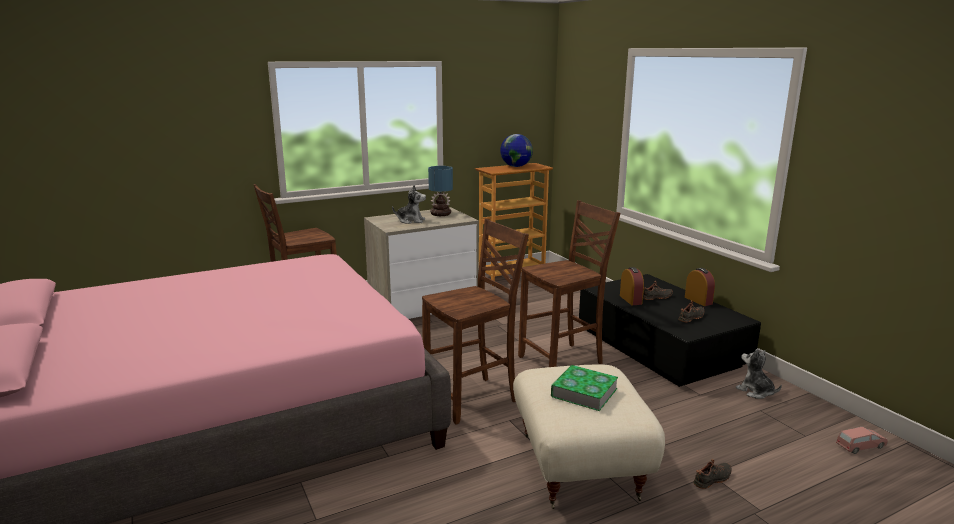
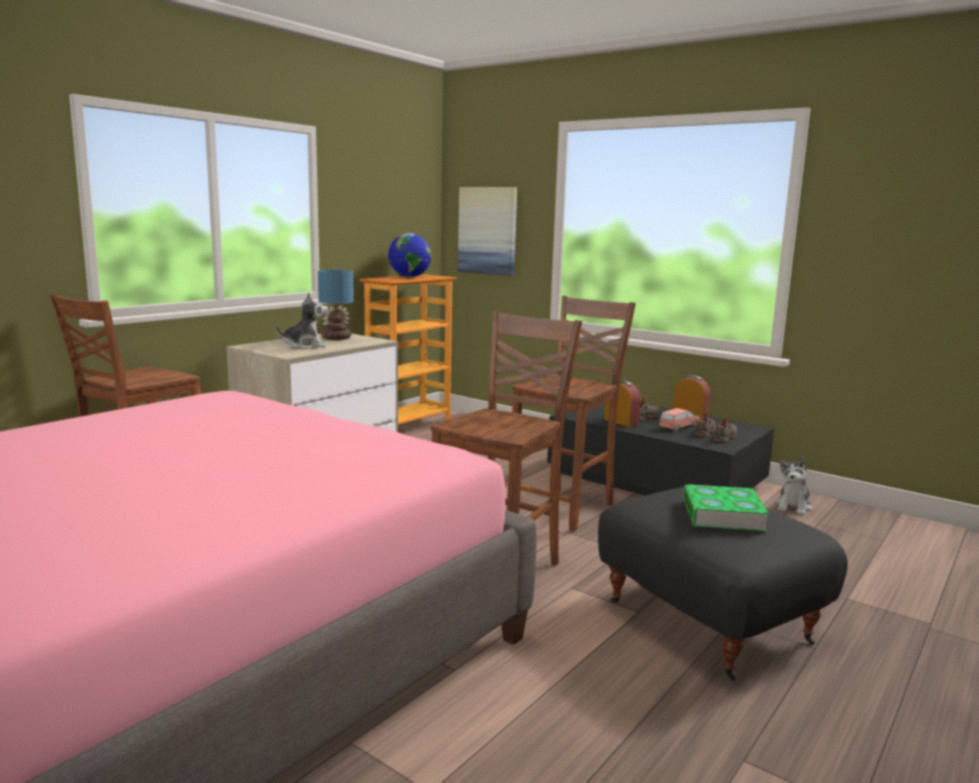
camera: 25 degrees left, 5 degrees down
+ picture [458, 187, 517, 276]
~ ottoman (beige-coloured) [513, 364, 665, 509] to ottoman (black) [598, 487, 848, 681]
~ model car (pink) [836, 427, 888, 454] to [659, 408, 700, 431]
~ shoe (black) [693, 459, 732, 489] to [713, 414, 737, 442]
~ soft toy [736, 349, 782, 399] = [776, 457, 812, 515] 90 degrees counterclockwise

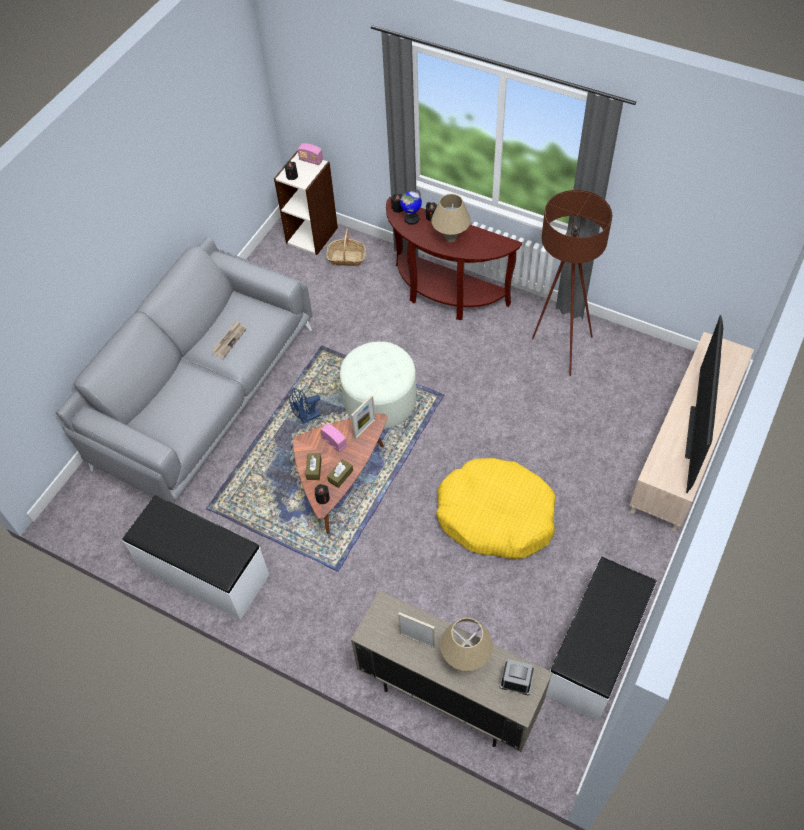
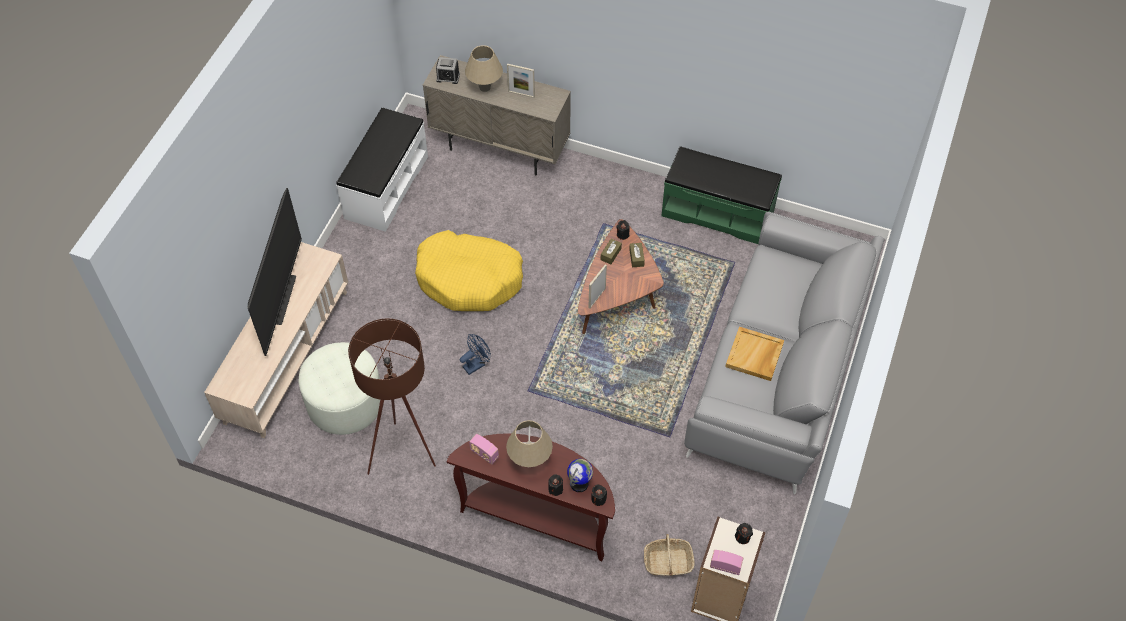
camera: 170 degrees right, 0 degrees up
~ ottoman (white-coloured) [340, 342, 416, 429] to [298, 342, 380, 435]
~ electric fan (bluish) [289, 388, 320, 424] to [460, 334, 491, 375]
~ radio [320, 423, 347, 452] to [469, 434, 499, 465]
~ indoor bench (white-coloured) [123, 495, 269, 620] to indoor bench (greenish) [662, 146, 782, 244]
~ printed paper [212, 321, 247, 359] to tray (beige-coloured) [725, 327, 784, 381]

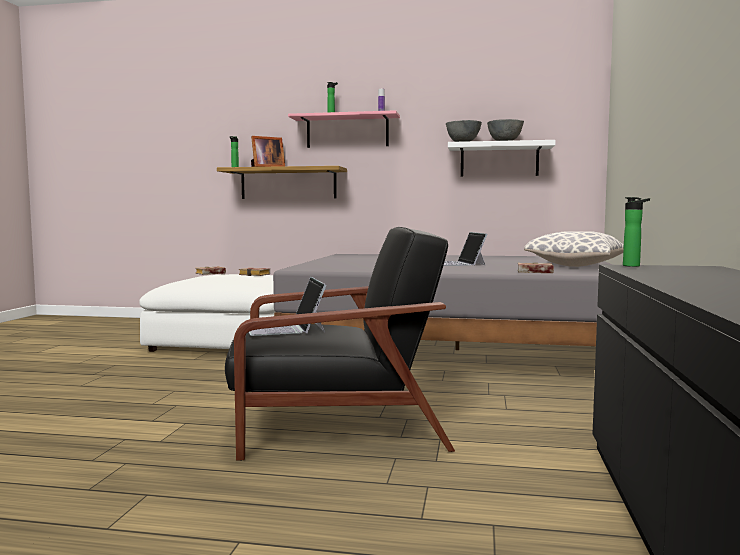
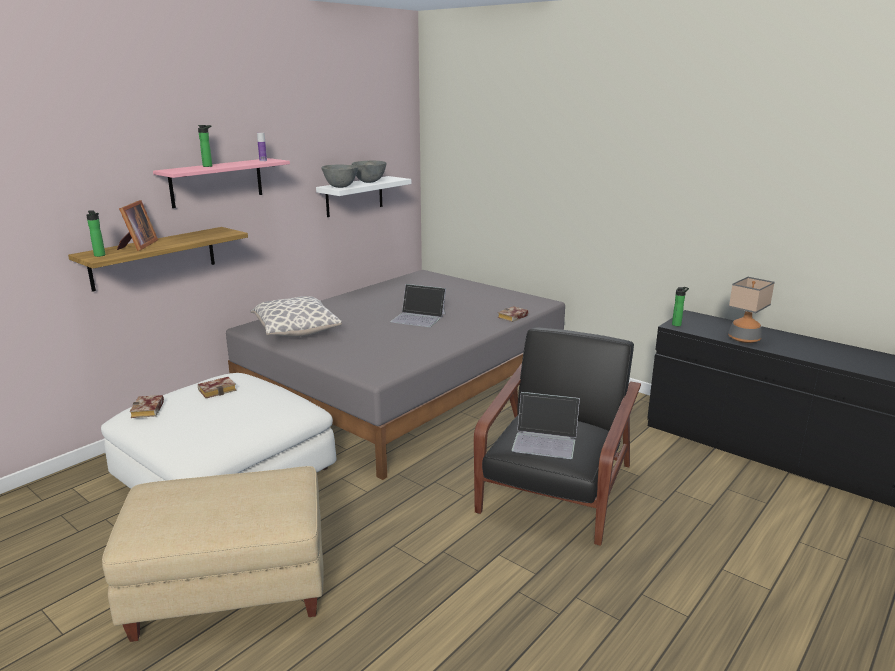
camera: 60 degrees left, 15 degrees up
+ ottoman (beige-coloured) [102, 466, 324, 642]
~ cushion [524, 231, 624, 267] to [251, 296, 342, 337]
+ table lamp [728, 277, 775, 343]

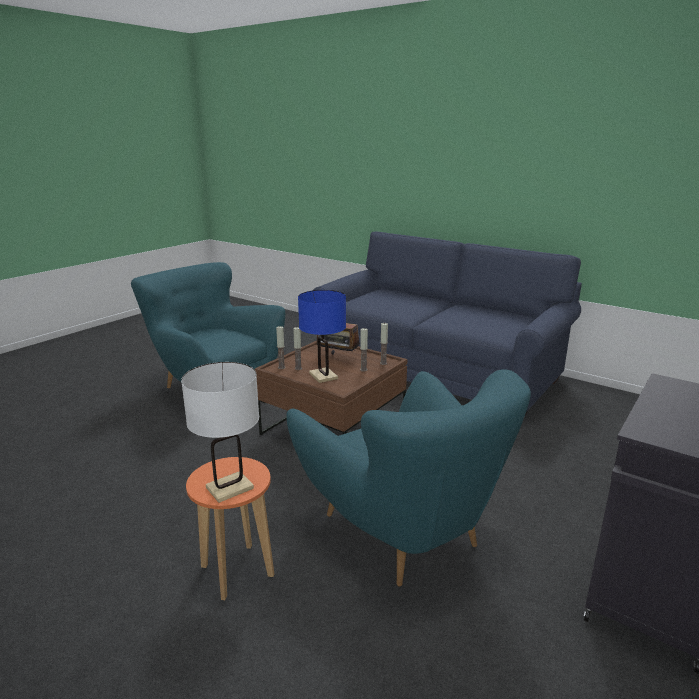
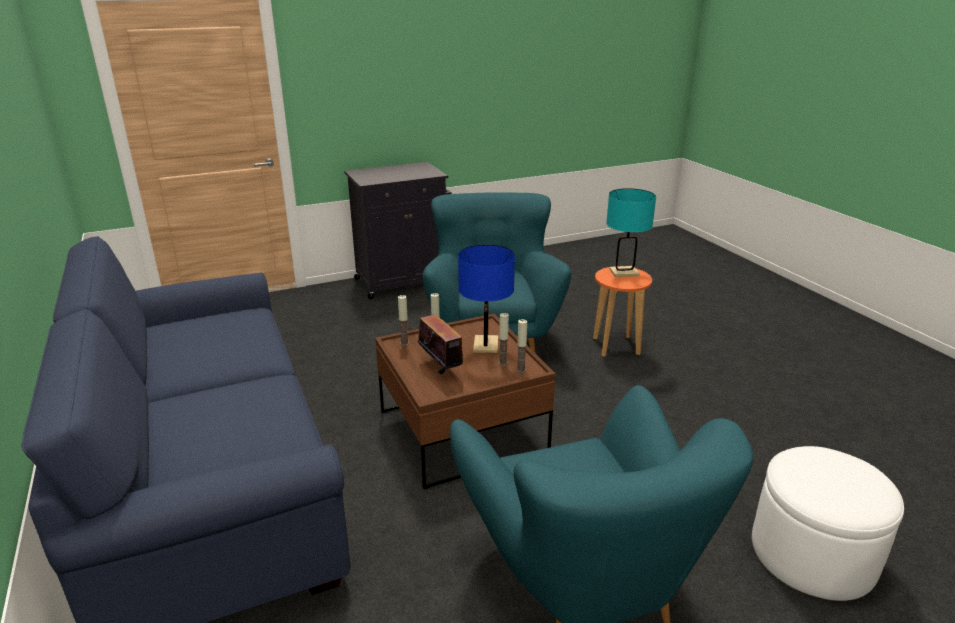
camera: 150 degrees left, 5 degrees up
~ table lamp (white-coloured) [181, 362, 259, 503] to table lamp (turquoise-coloured) [606, 188, 656, 277]
+ ottoman (white-coloured) [752, 446, 904, 601]

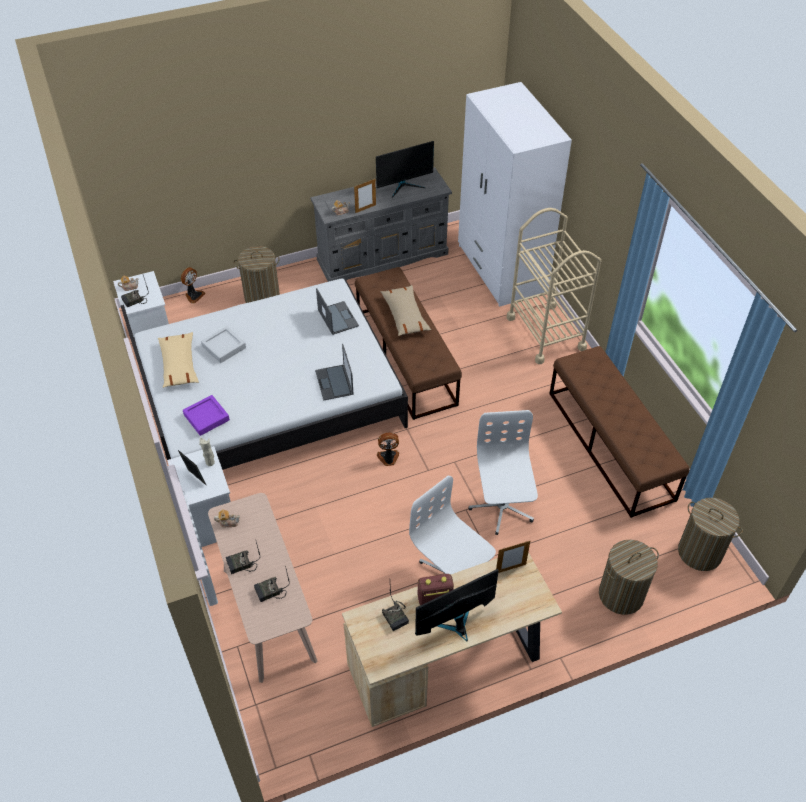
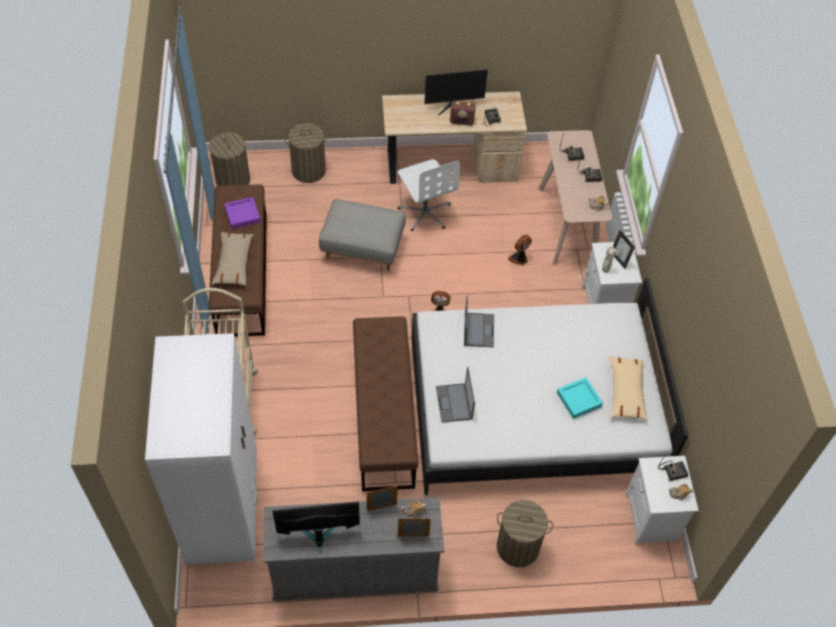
camera: 165 degrees left, 5 degrees up
~ cushion (beige-coloured) [381, 285, 431, 336] to [212, 232, 254, 286]
~ tray (purplish) [183, 395, 230, 436] to [224, 197, 261, 229]
~ office chair (white-coloured) [468, 410, 538, 535] to ottoman (gray) [319, 199, 406, 271]
~ picture frame [496, 541, 530, 573] to [398, 518, 431, 537]
~ electric fan [181, 267, 205, 304] to [508, 235, 532, 266]
~ tray (gray) [201, 326, 246, 363] to tray (turquoise-coloured) [557, 377, 603, 419]

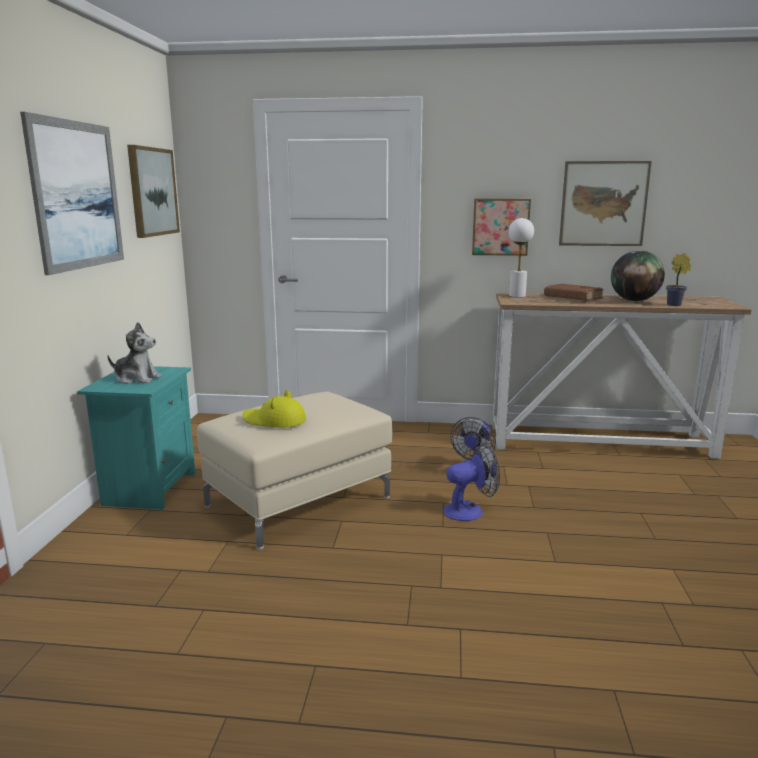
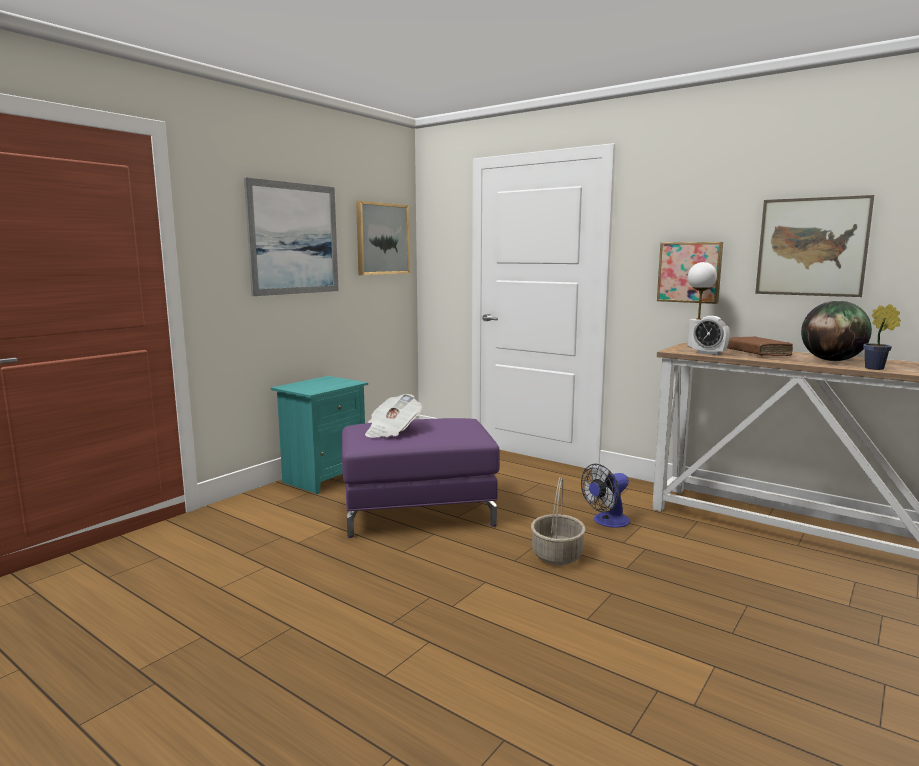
camera: 30 degrees right, 5 degrees down
~ ottoman (beige-coloured) [197, 392, 392, 550] to ottoman (purplish) [342, 418, 500, 538]
~ hat (yellowish) [242, 390, 306, 428] to printed paper [365, 394, 422, 438]
~ electric fan [443, 444, 500, 521] to basket [531, 477, 586, 565]
+ bedside clock [692, 316, 730, 355]
- soft toy [107, 322, 162, 384]

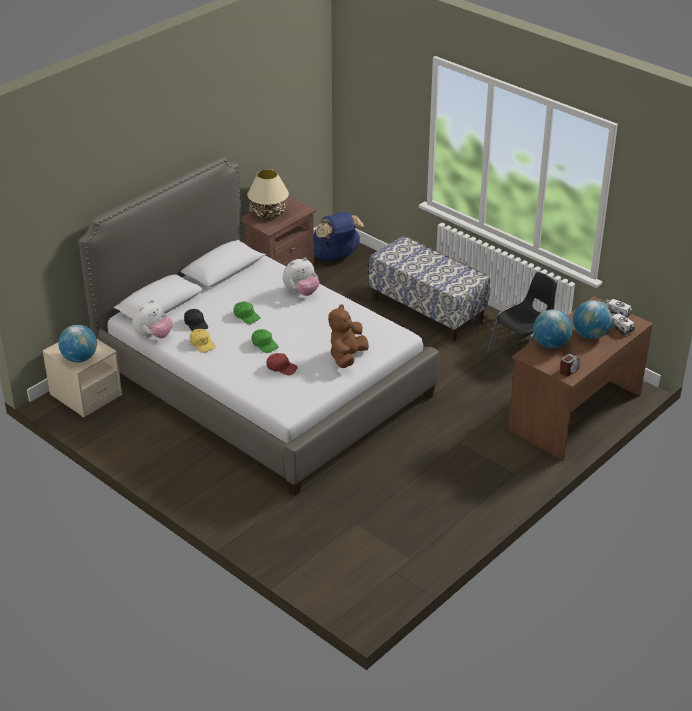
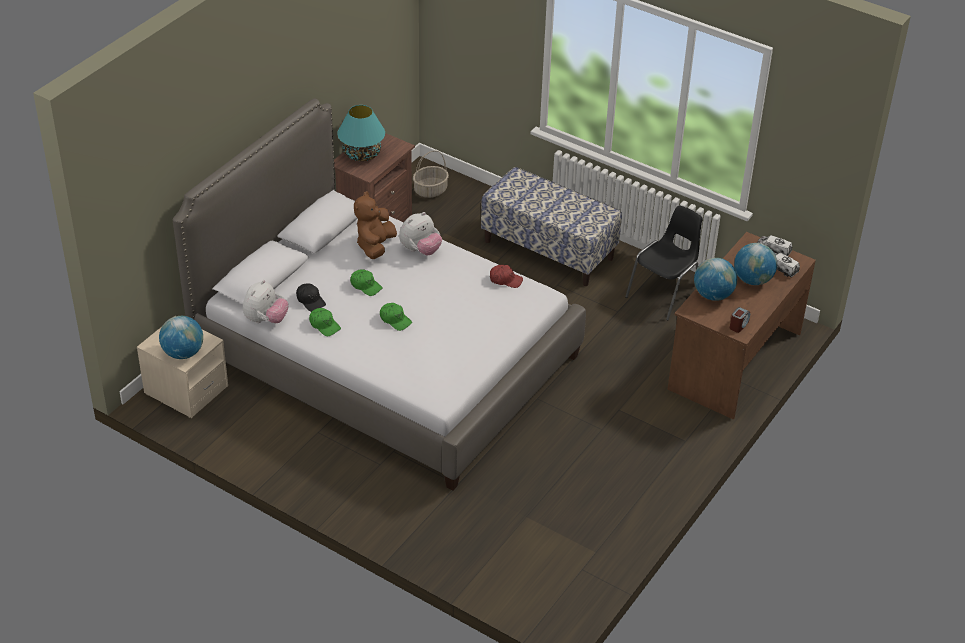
camera: 10 degrees left, 5 degrees up
~ baseball cap (yellowish) [190, 329, 216, 353] to baseball cap (greenish) [309, 308, 341, 336]
~ table lamp (beige-coloured) [247, 169, 289, 218] to table lamp (turquoise-coloured) [337, 105, 385, 161]
~ soft toy (brown-coloured) [328, 304, 369, 368] to [354, 191, 397, 259]
~ rucksack (bluish) [313, 212, 364, 261] to basket [413, 150, 449, 198]
~ baseball cap (reddish) [267, 353, 298, 375] to [490, 265, 523, 288]

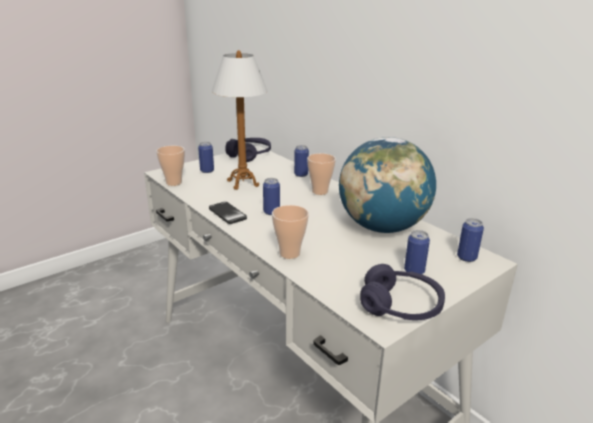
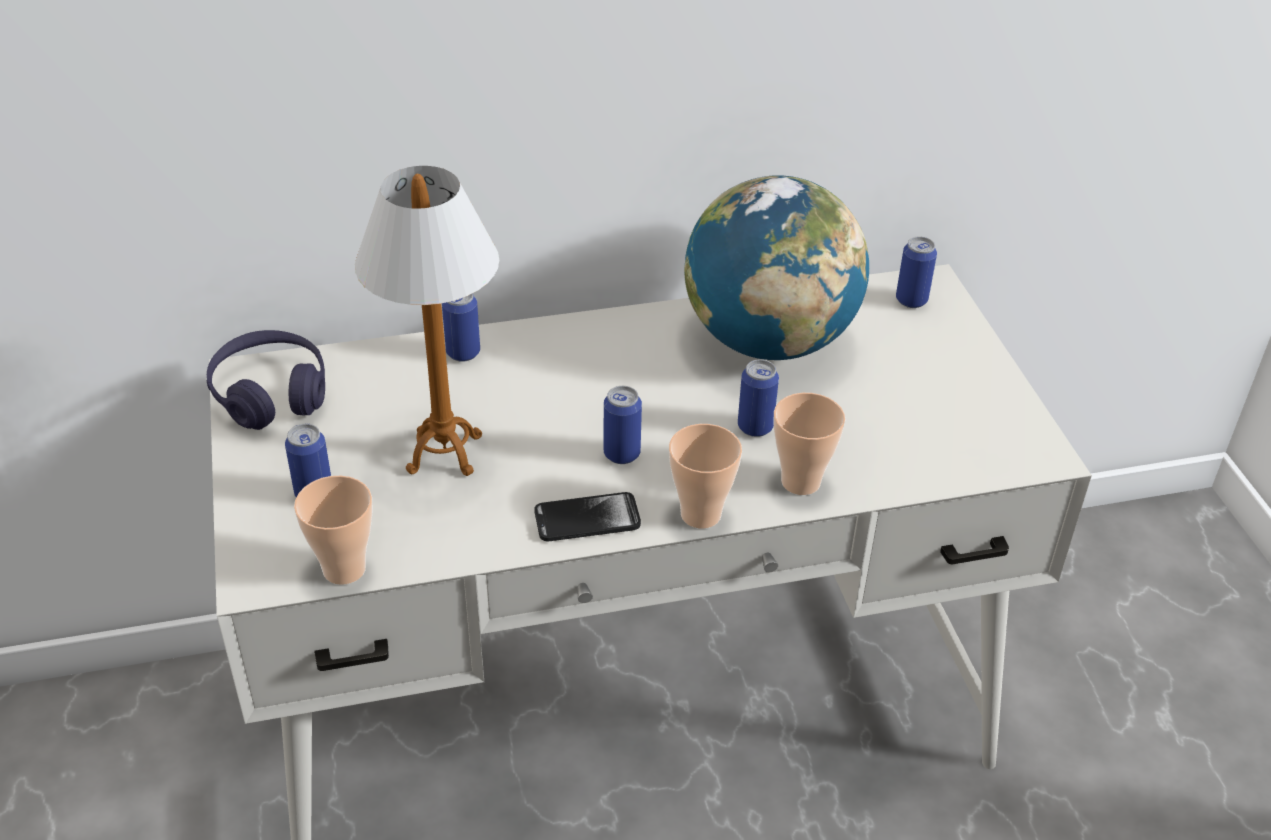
camera: 65 degrees left, 15 degrees up
~ drinking cup [307, 153, 336, 195] to [669, 424, 742, 529]
~ can [404, 230, 430, 274] to [738, 359, 779, 437]
- headphones (purplish) [360, 264, 445, 320]

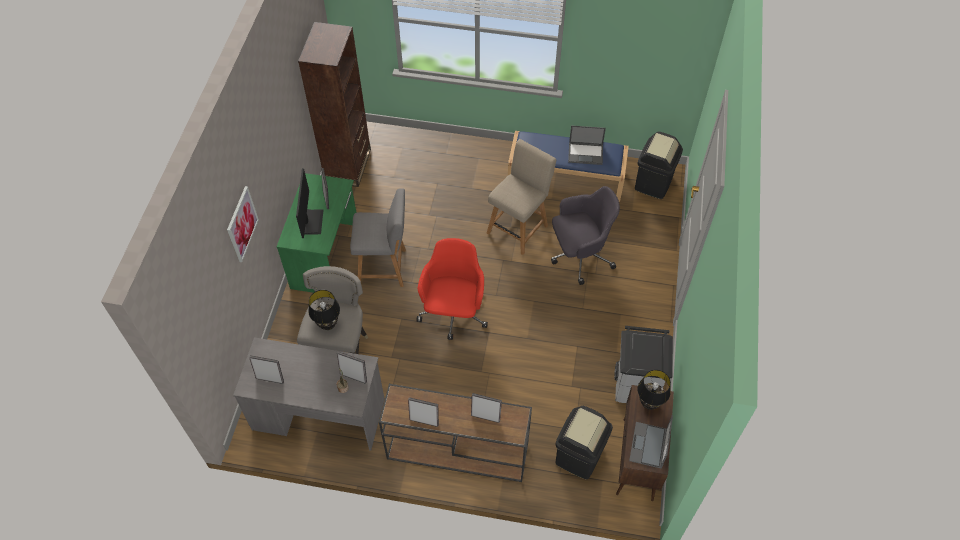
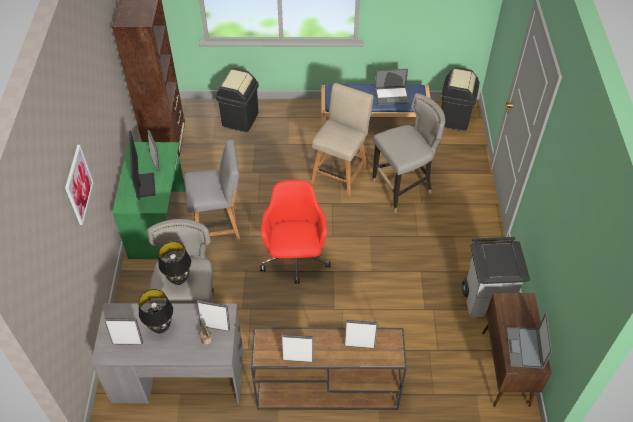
camera: 10 degrees left, 5 degrees down
~ table lamp (black) [637, 370, 671, 410] to [138, 289, 173, 333]
~ trash can (black) [555, 406, 613, 480] to [216, 68, 259, 132]
~ office chair (gray) [551, 186, 620, 285] to stool seat (gray) [372, 93, 445, 213]

